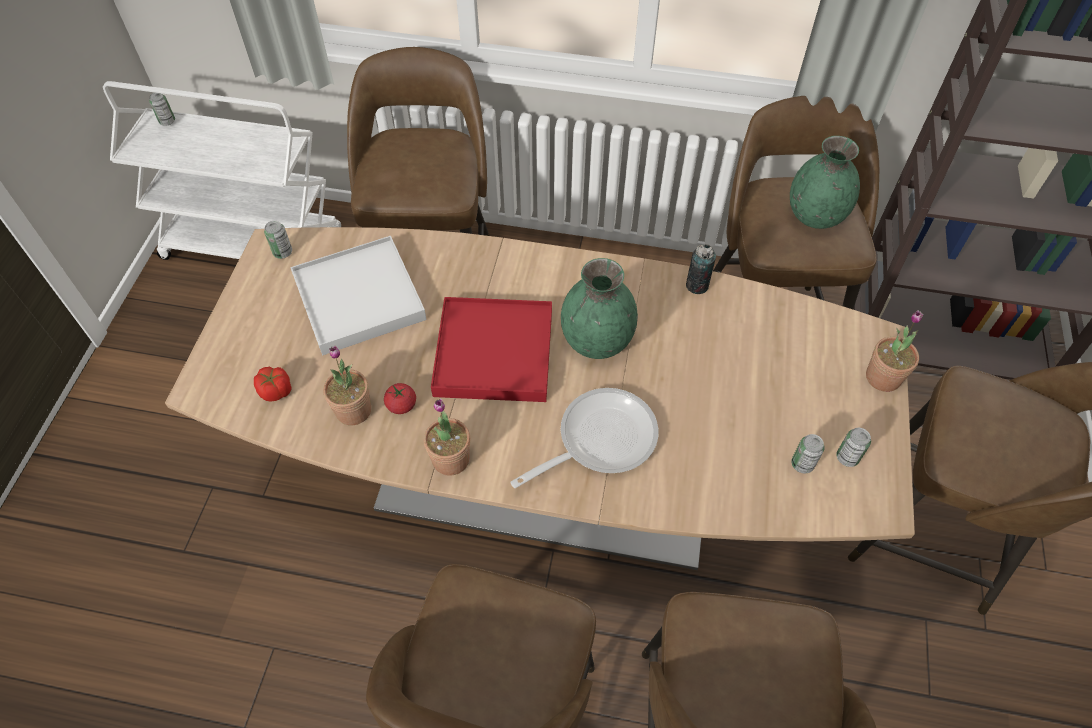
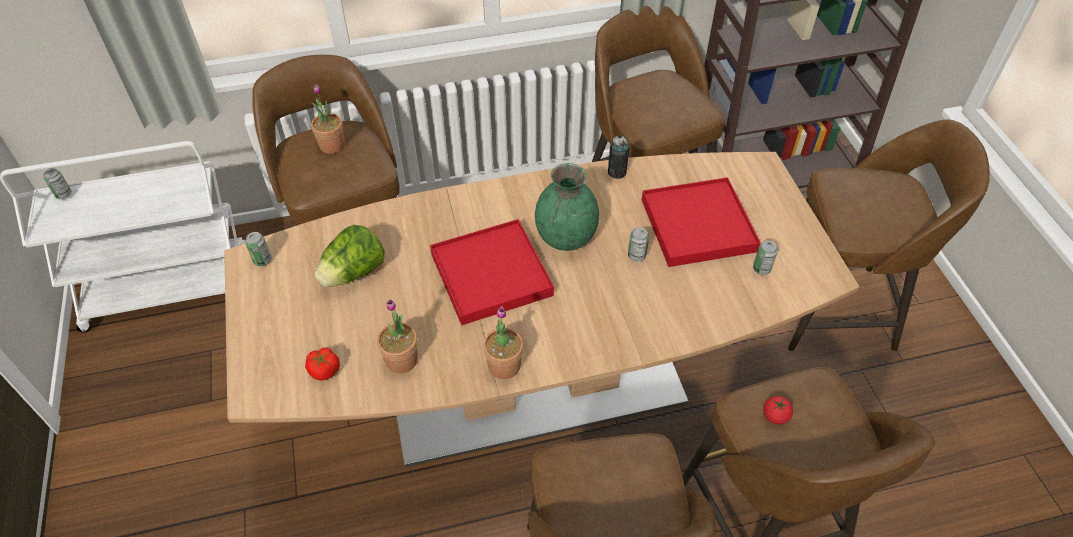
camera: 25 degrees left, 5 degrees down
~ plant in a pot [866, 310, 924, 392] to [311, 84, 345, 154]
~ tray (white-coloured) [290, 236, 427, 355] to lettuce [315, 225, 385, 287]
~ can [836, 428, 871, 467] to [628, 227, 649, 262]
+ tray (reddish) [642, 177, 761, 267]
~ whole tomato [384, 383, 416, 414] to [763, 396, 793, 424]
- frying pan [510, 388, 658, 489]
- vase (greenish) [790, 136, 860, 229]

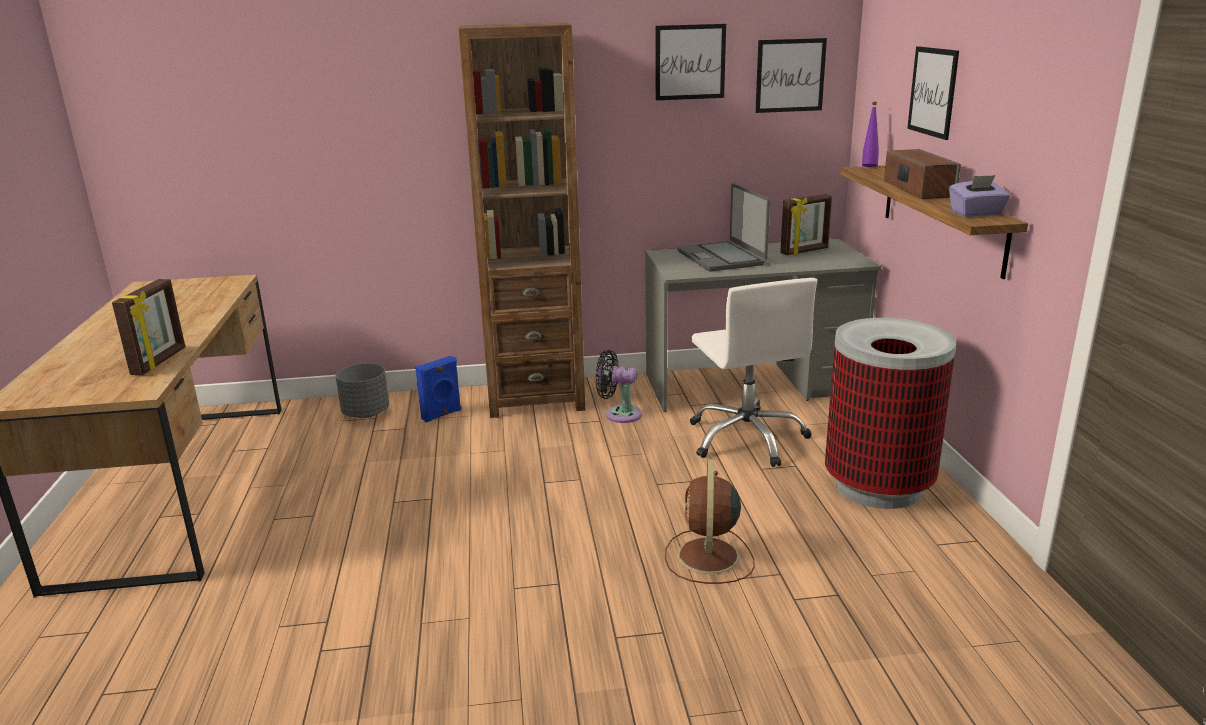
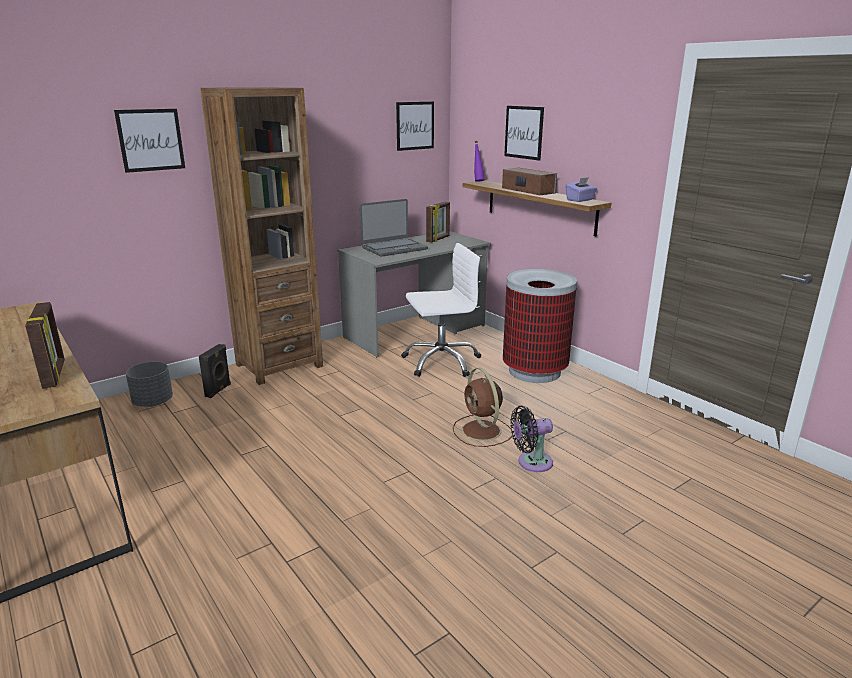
camera: 30 degrees left, 0 degrees up
~ picture [656, 24, 726, 100] to [114, 109, 185, 173]
~ audio speaker (bluish) [415, 356, 461, 422] to audio speaker (black) [199, 344, 231, 398]
~ laptop [677, 183, 770, 272] = [360, 199, 428, 256] 75 degrees counterclockwise
~ office chair (white-coloured) [690, 278, 817, 467] = [401, 243, 481, 377] 60 degrees counterclockwise
~ electric fan (black) [596, 350, 642, 423] to [510, 406, 553, 472]

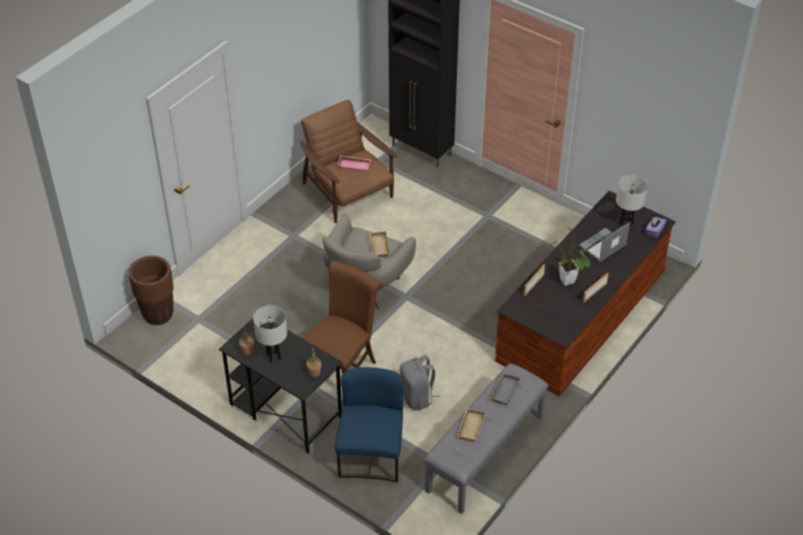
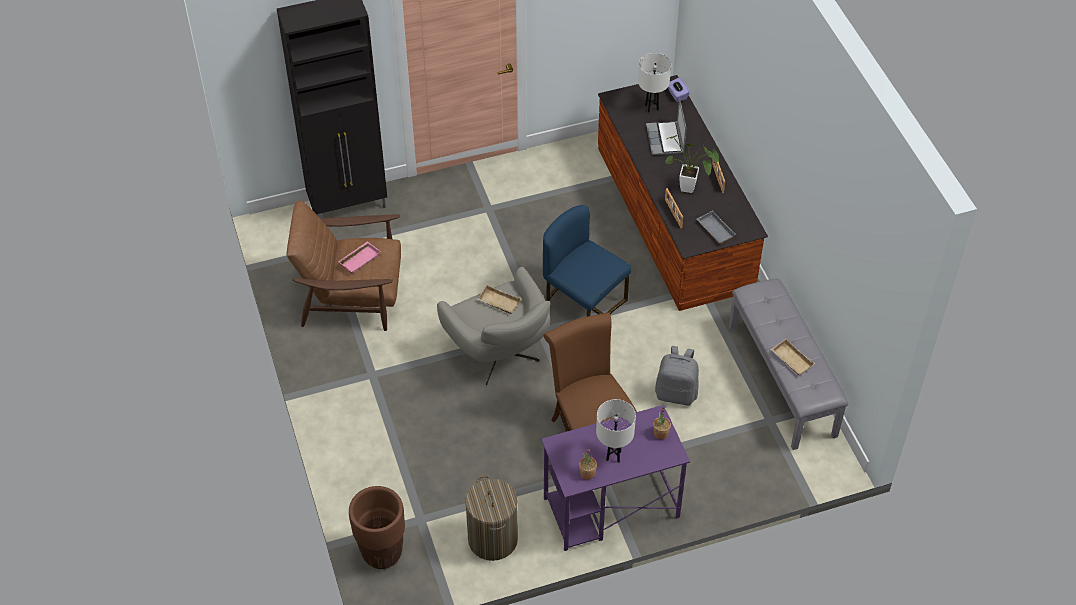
camera: 55 degrees left, 5 degrees up
+ washing basket [465, 476, 518, 561]
~ desk unit (black) [219, 318, 342, 454] to desk unit (purplish) [541, 405, 690, 551]
~ chair (bluish) [335, 367, 404, 482] to [543, 205, 632, 317]
~ tray (gray) [490, 373, 520, 405] to [697, 210, 736, 244]

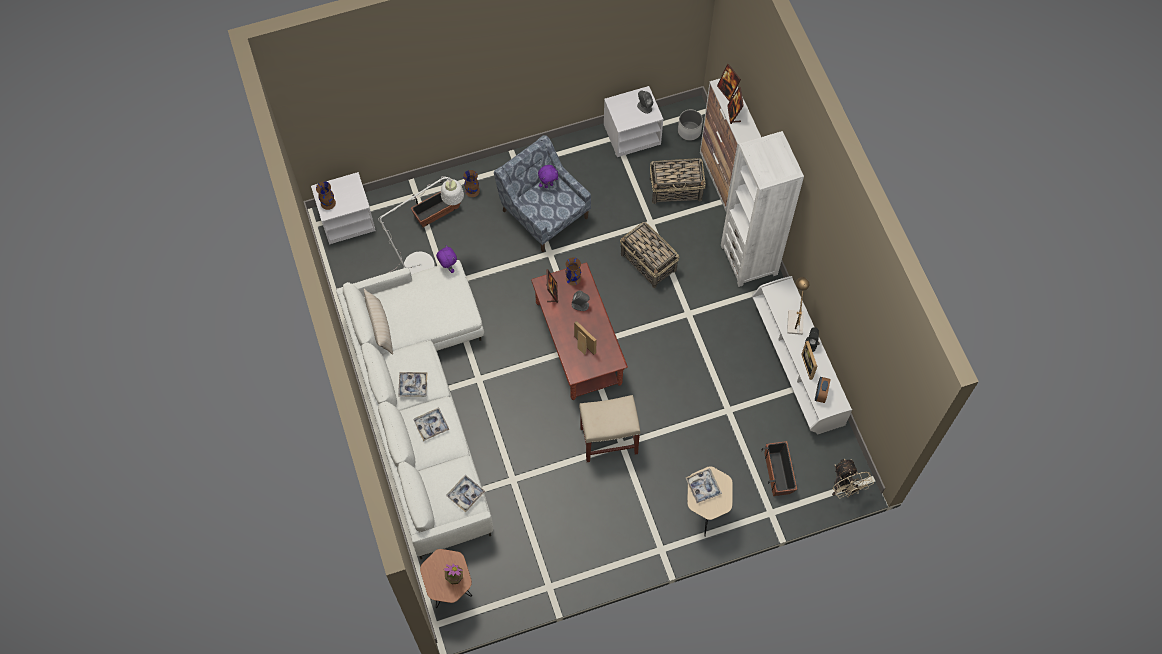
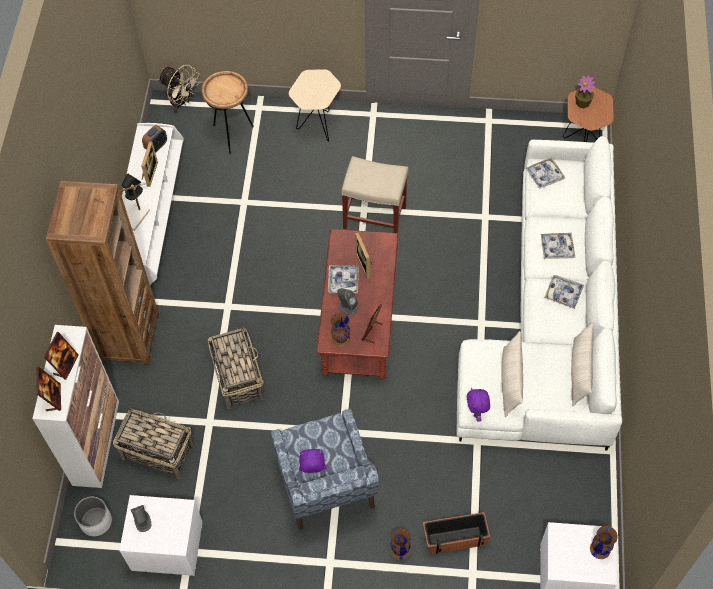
camera: 155 degrees left, 5 degrees down
~ shelving unit (white-coloured) [721, 131, 804, 287] to shelving unit (brown-coloured) [46, 181, 159, 366]
~ electric fan (beige-coloured) [832, 459, 874, 498] = [158, 65, 200, 113] 120 degrees clockwise
~ planter [762, 441, 797, 496] to side table (brown-coloured) [202, 71, 254, 154]
~ tray [686, 469, 722, 503] to [328, 265, 359, 293]
+ cushion (beige-coloured) [501, 331, 523, 417]
- standard lamp (white-coloured) [337, 176, 464, 289]

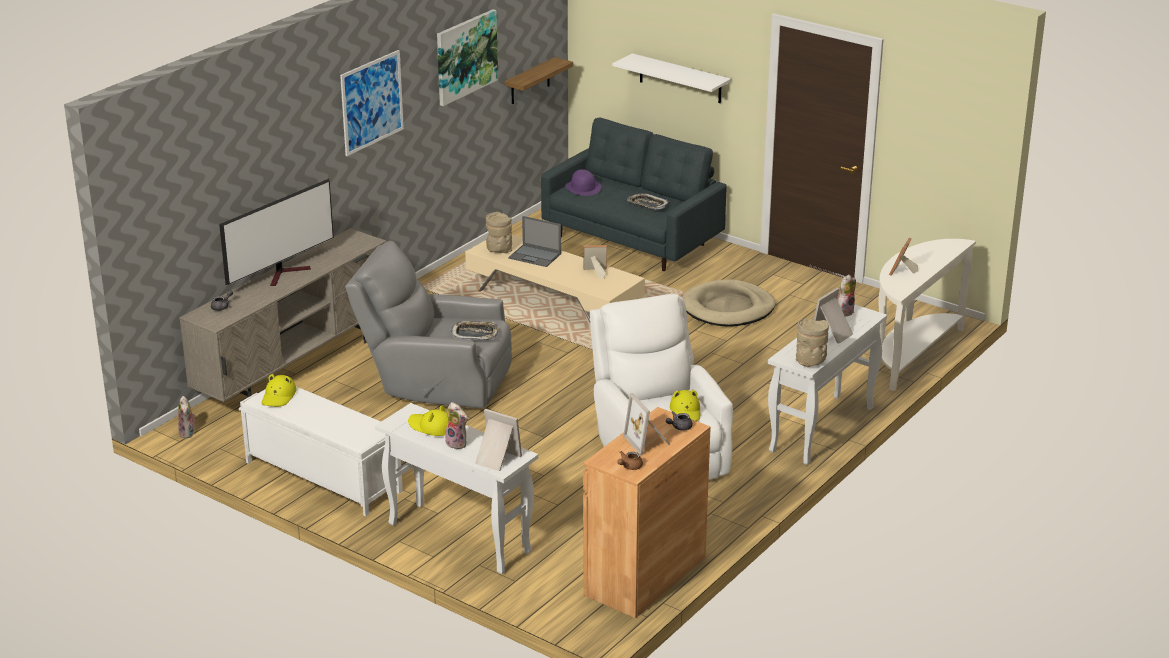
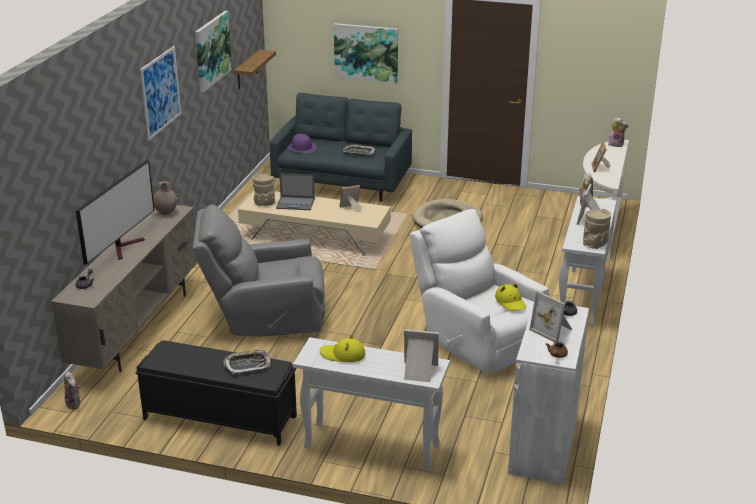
camera: 20 degrees left, 0 degrees up
~ indoor bench (white-coloured) [239, 387, 403, 517] to indoor bench (black) [135, 340, 297, 446]
+ vase (brown-coloured) [153, 181, 180, 215]
~ tray [451, 321, 499, 340] to [223, 349, 271, 374]
~ bracket shelf (white-coloured) [612, 53, 731, 103] to picture [334, 23, 398, 84]
~ cupboard (brown-coloured) [583, 407, 711, 618] to cupboard (white-coloured) [508, 304, 589, 484]
~ soft toy [445, 402, 468, 449] to [608, 117, 629, 147]
- hat (yellowish) [262, 374, 297, 407]

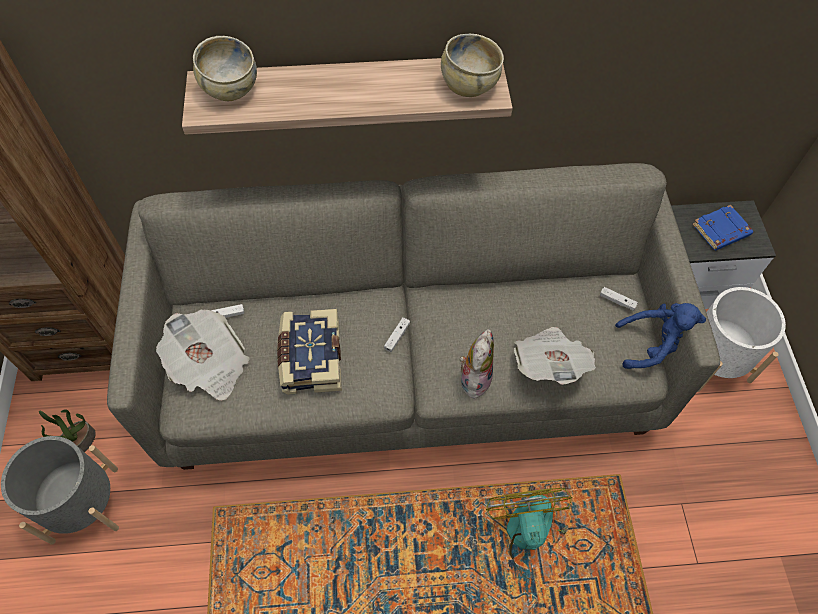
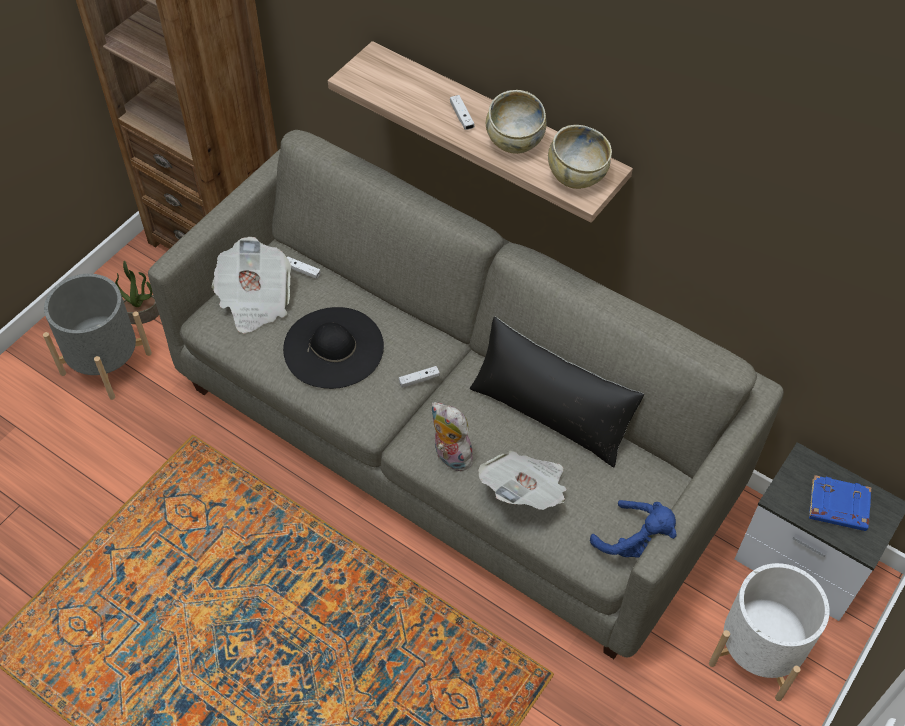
camera: 40 degrees right, 5 degrees down
~ bound book [277, 309, 342, 395] to hat (black) [283, 307, 384, 389]
~ soft toy [459, 329, 494, 398] = [431, 402, 474, 471] 105 degrees counterclockwise
~ joypad (white-coloured) [600, 287, 638, 311] to [450, 95, 475, 130]
+ cushion (black) [470, 316, 644, 467]
~ deep dish (beige-coloured) [193, 36, 257, 101] to [486, 90, 547, 154]
- electric fan [486, 488, 572, 578]

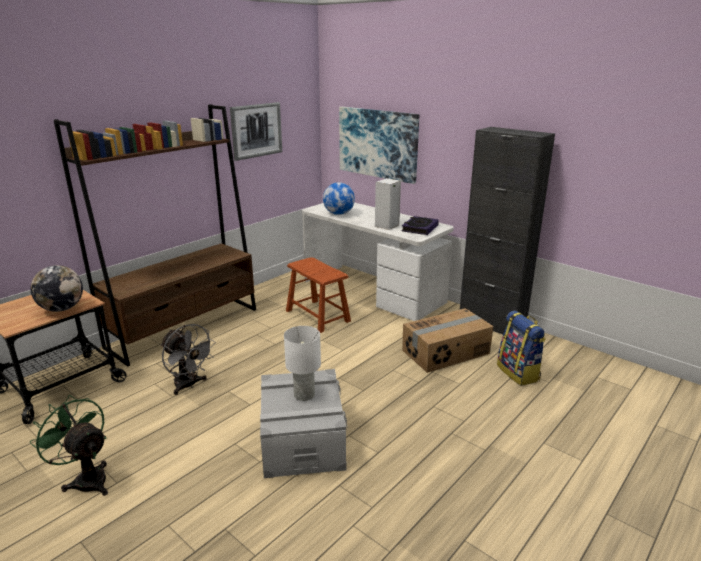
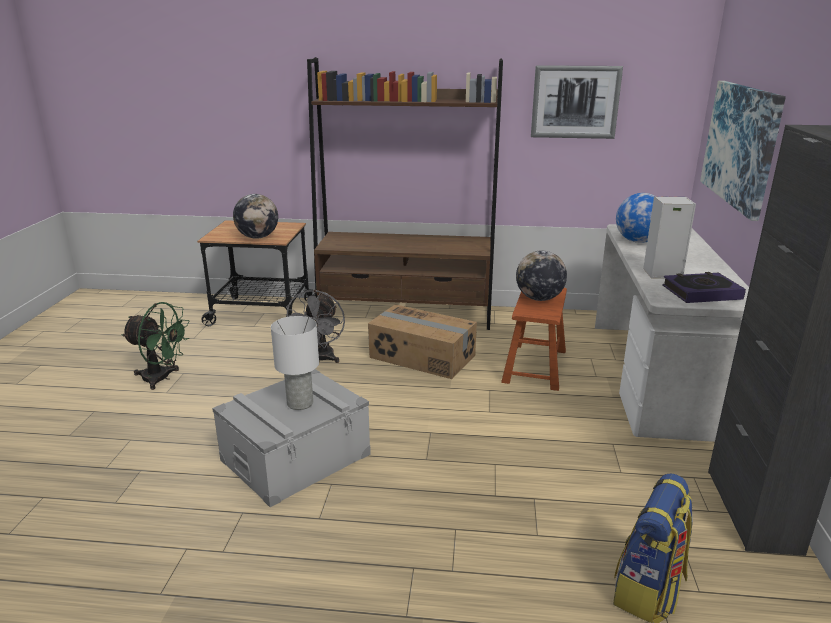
camera: 55 degrees right, 0 degrees up
~ electric fan (greenish) [30, 395, 108, 496] = [122, 302, 190, 390] 105 degrees clockwise
~ cardboard box [402, 308, 494, 373] to [368, 304, 477, 379]
+ world globe [516, 250, 567, 301]

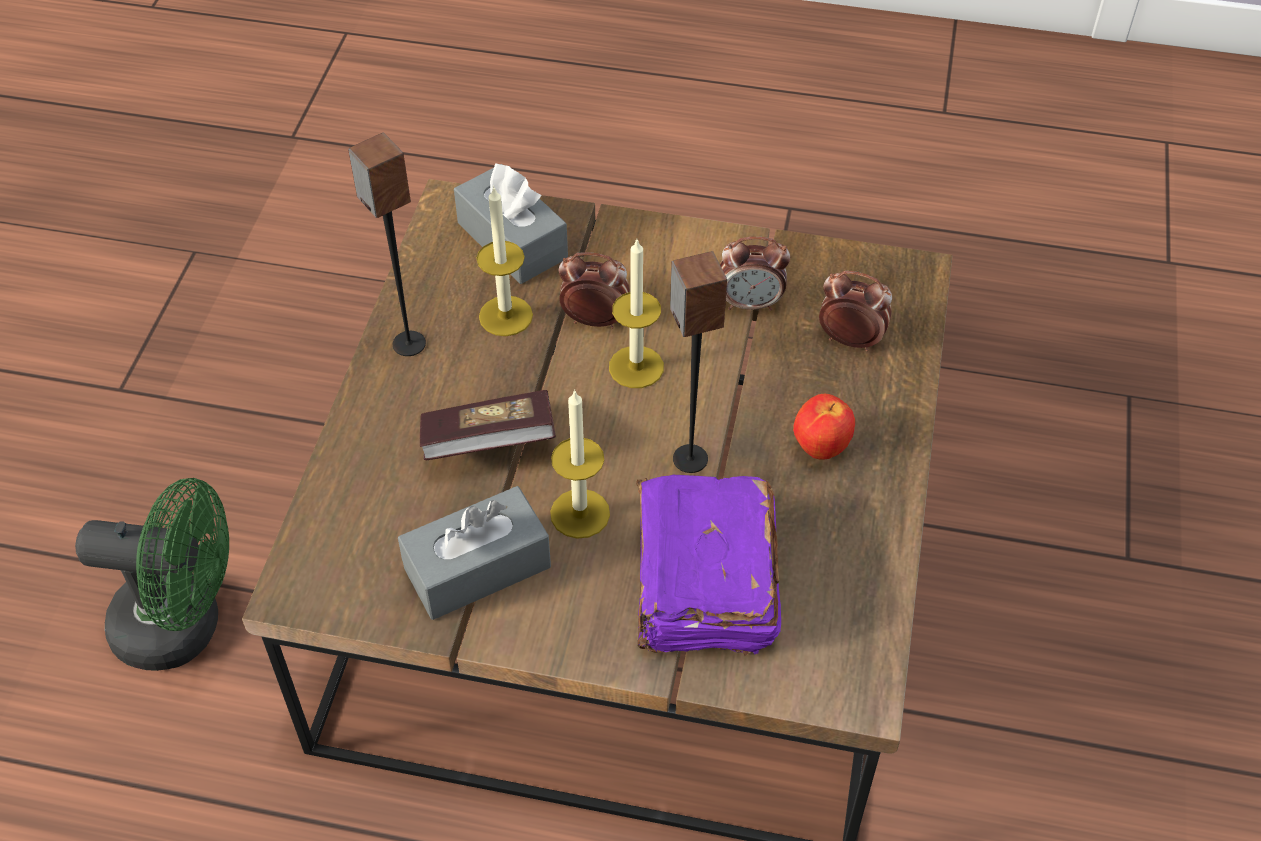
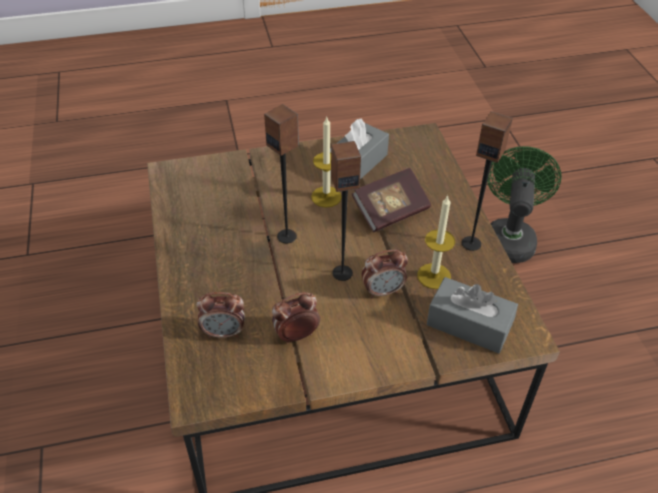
camera: 155 degrees right, 5 degrees down
~ wax candle [609, 240, 664, 388] to audio speaker [331, 141, 361, 281]
~ electric fan (greenish) [75, 478, 229, 671] = [487, 146, 562, 263] 120 degrees clockwise
- bound book (purplish) [636, 475, 781, 656]
- apple fruit [793, 394, 855, 460]

